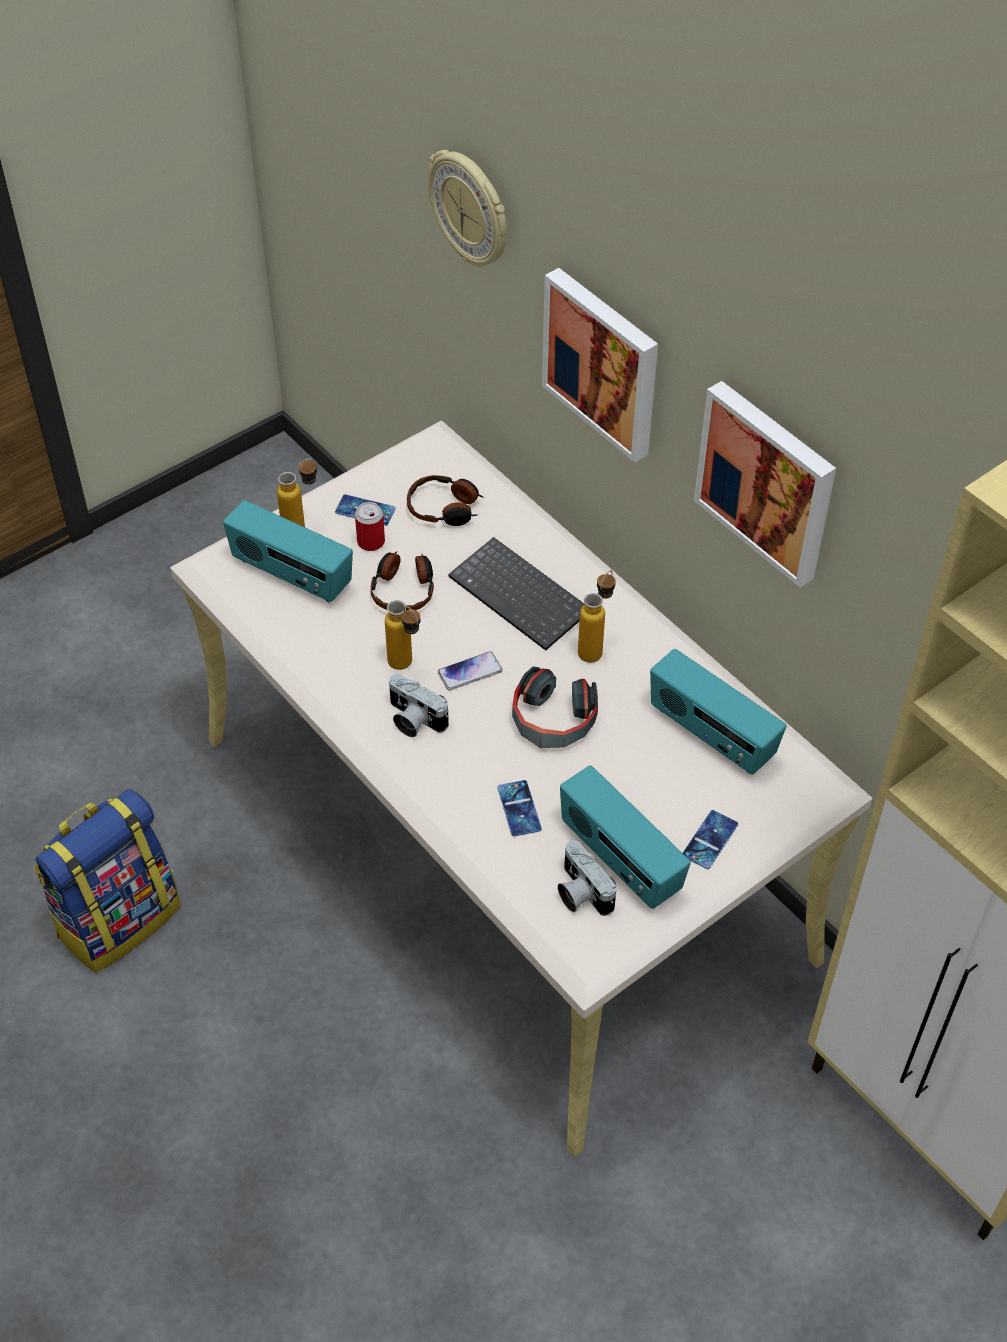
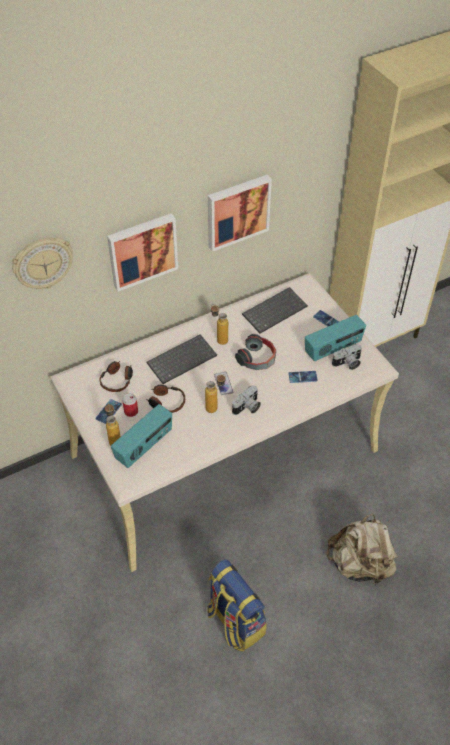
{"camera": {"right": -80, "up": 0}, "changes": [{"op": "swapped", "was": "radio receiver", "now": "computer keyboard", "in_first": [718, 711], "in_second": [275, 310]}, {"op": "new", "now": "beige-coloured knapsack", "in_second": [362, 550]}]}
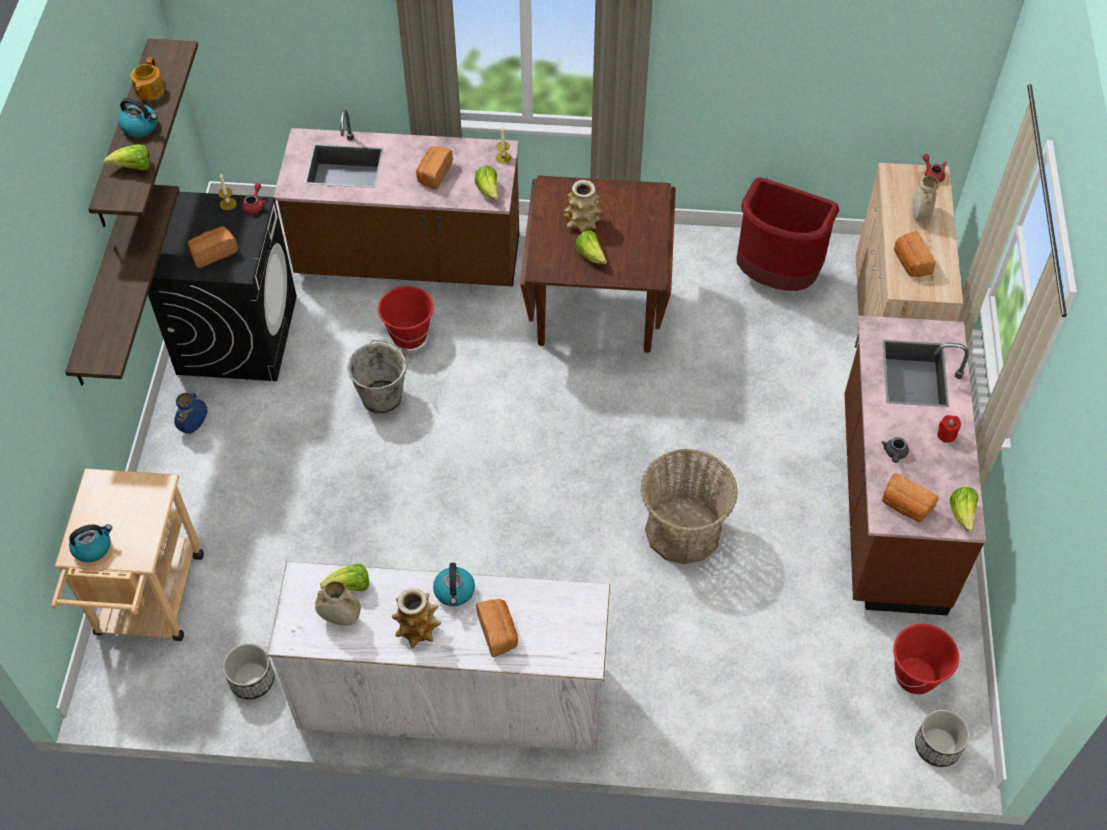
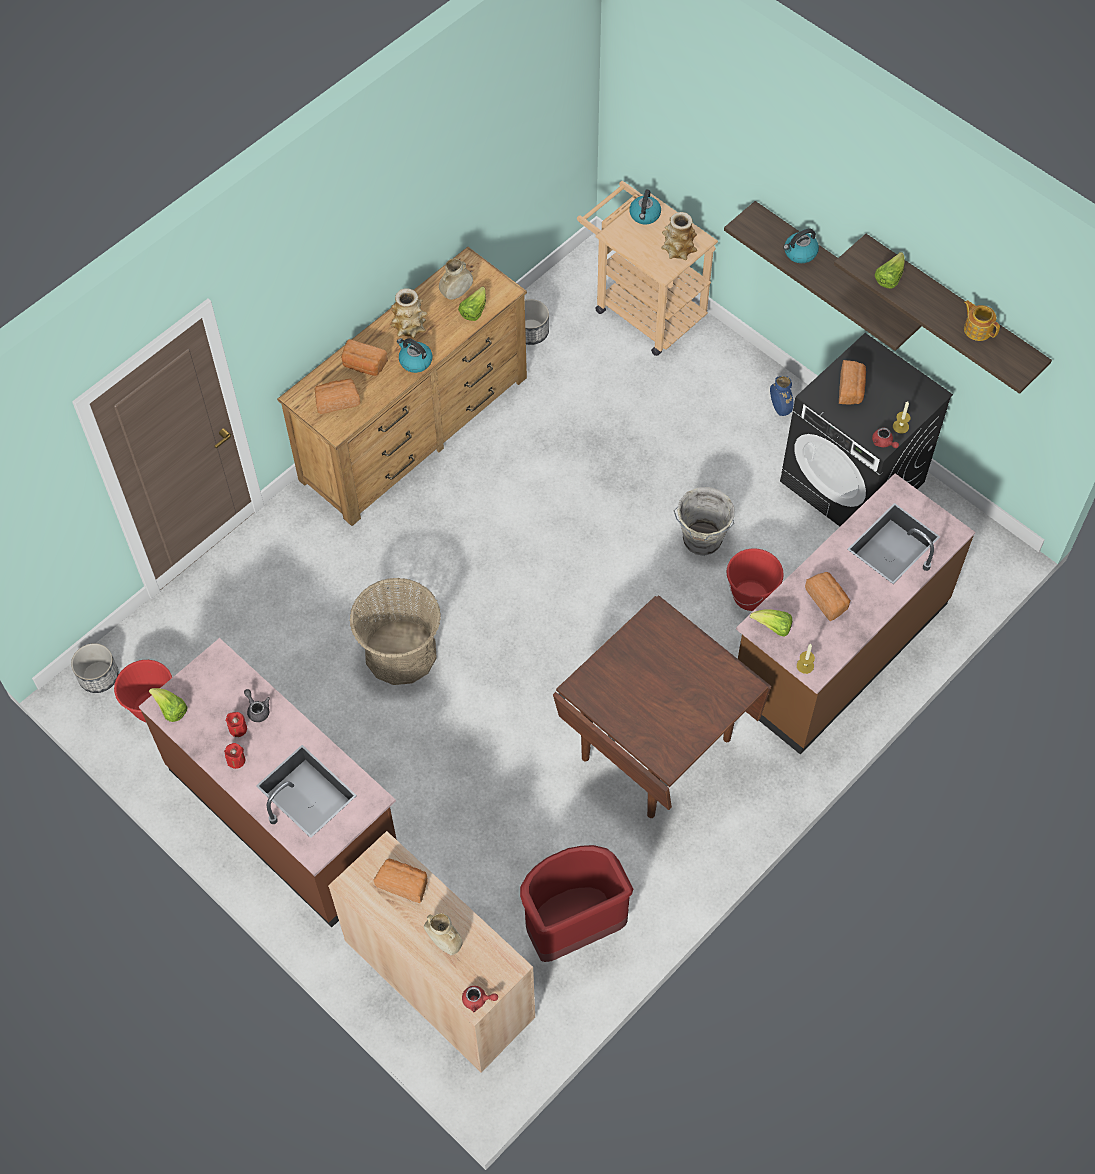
{"camera": {"right": 130, "up": 5}, "changes": [{"op": "new", "now": "red-coloured wax light", "in_second": [236, 724]}, {"op": "repainted", "was": "whitish drawer chest", "now": "brown-coloured drawer chest", "in_first": [438, 656], "in_second": [402, 386]}, {"op": "shifted", "was": "bakery bread", "in_first": [910, 497], "in_second": [337, 396]}, {"op": "shifted", "was": "flower vase", "in_first": [583, 206], "in_second": [679, 236]}, {"op": "shifted", "was": "tea kettle", "in_first": [138, 117], "in_second": [801, 246]}, {"op": "gone", "was": "head of lettuce", "in_first": [591, 247]}]}
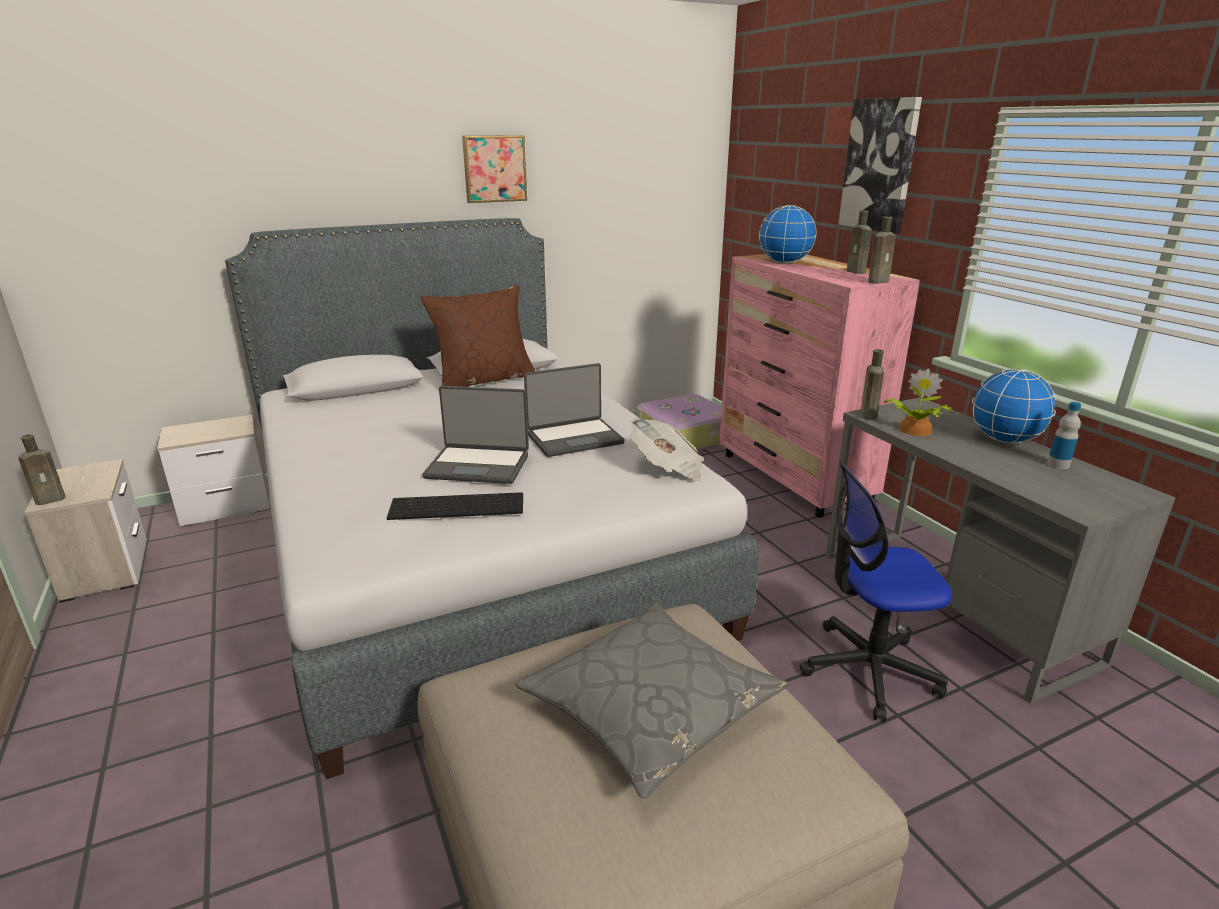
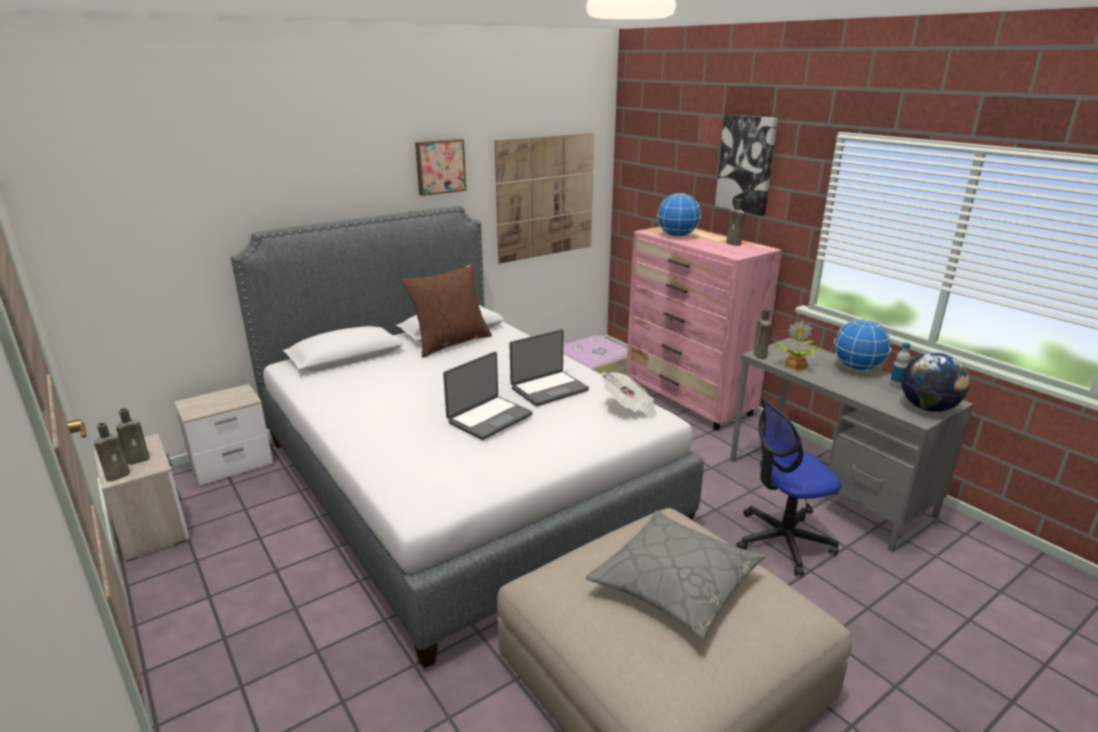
{"camera": {"right": -10, "up": 0}, "changes": [{"op": "shifted", "was": "brown-coloured drink bottle", "in_first": [881, 250], "in_second": [133, 436]}, {"op": "rotated", "was": "laptop", "in_first": [476, 435], "in_second": [488, 396], "clockwise": -45}, {"op": "new", "now": "wall art", "in_second": [544, 198]}, {"op": "new", "now": "globe", "in_second": [935, 382]}, {"op": "gone", "was": "computer keyboard", "in_first": [455, 506]}]}
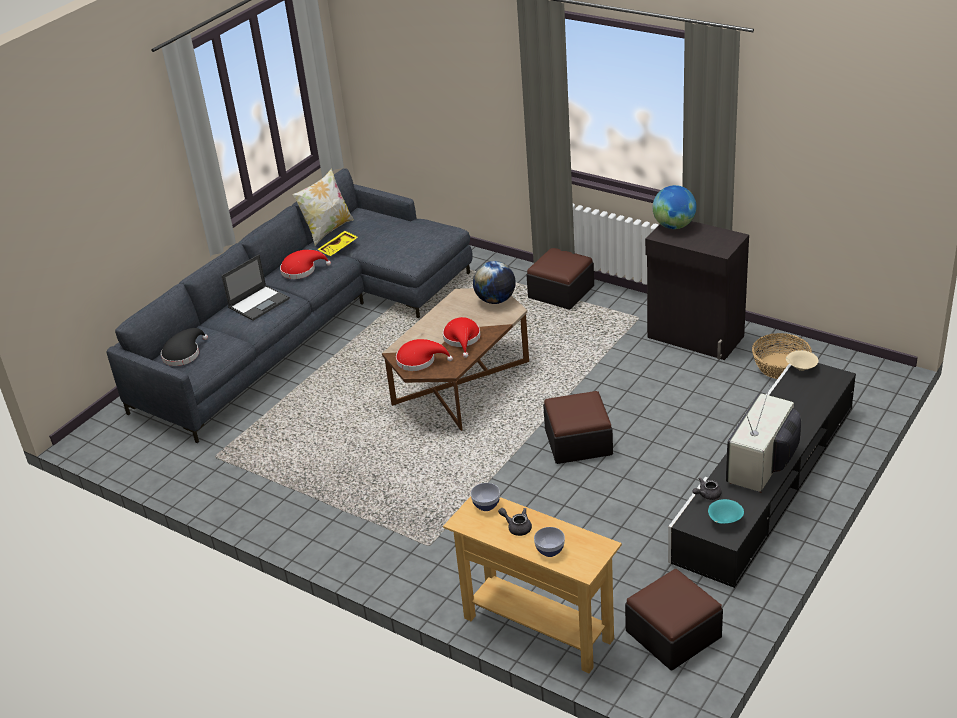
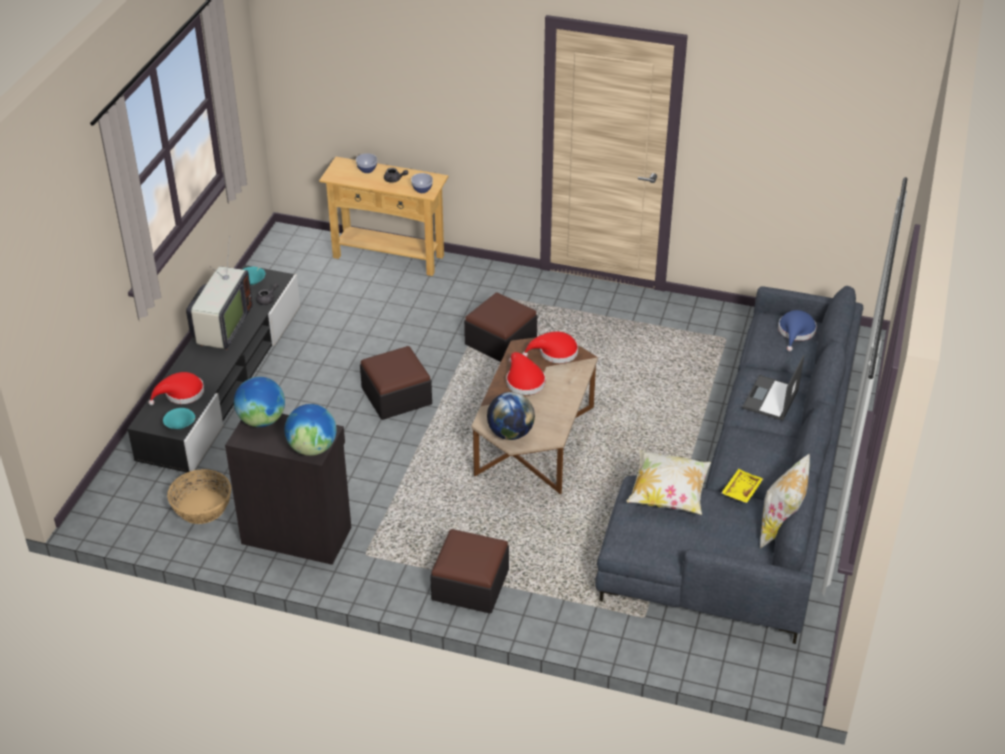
{"camera": {"right": 160, "up": 5}, "changes": [{"op": "shifted", "was": "red-coloured hat", "in_first": [305, 264], "in_second": [176, 388]}, {"op": "repainted", "was": "beige-coloured deep dish", "now": "turquoise-coloured deep dish", "in_first": [802, 360], "in_second": [179, 418]}, {"op": "new", "now": "globe", "in_second": [259, 402]}, {"op": "shifted", "was": "ottoman", "in_first": [674, 619], "in_second": [500, 327]}, {"op": "new", "now": "throw pillow", "in_second": [668, 482]}, {"op": "repainted", "was": "black-coloured hat", "now": "blue-coloured hat", "in_first": [184, 347], "in_second": [797, 330]}]}
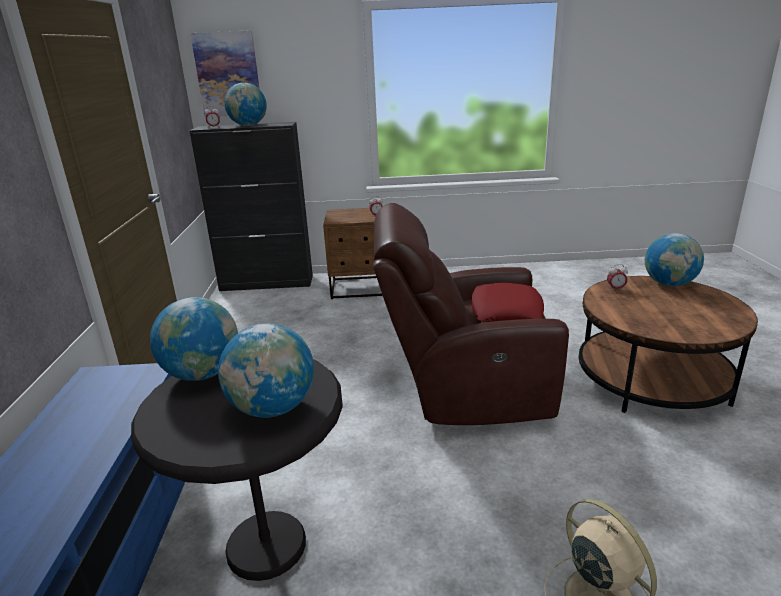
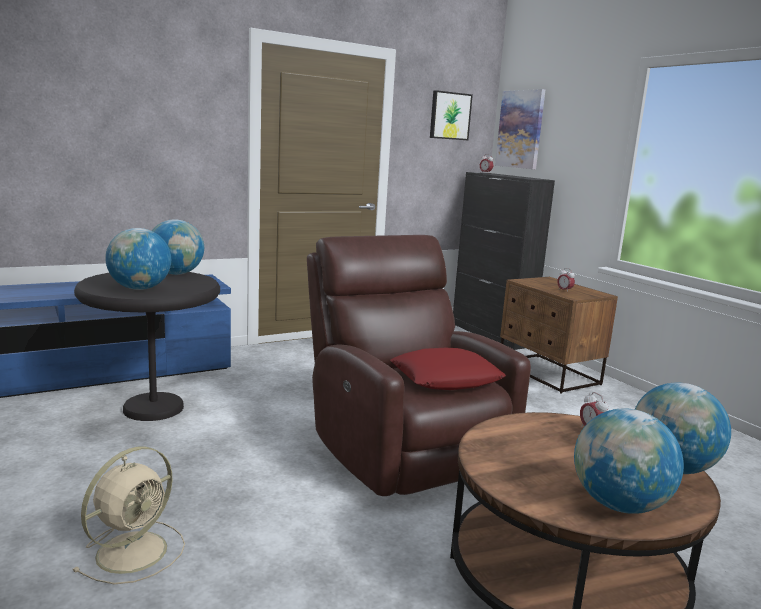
{"camera": {"right": 60, "up": -10}, "changes": [{"op": "new", "now": "wall art", "in_second": [451, 115]}, {"op": "shifted", "was": "globe", "in_first": [245, 104], "in_second": [629, 461]}]}
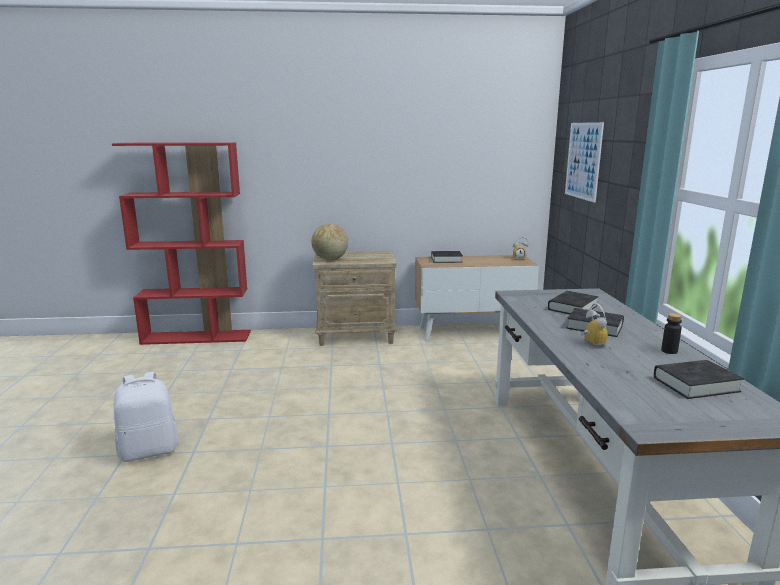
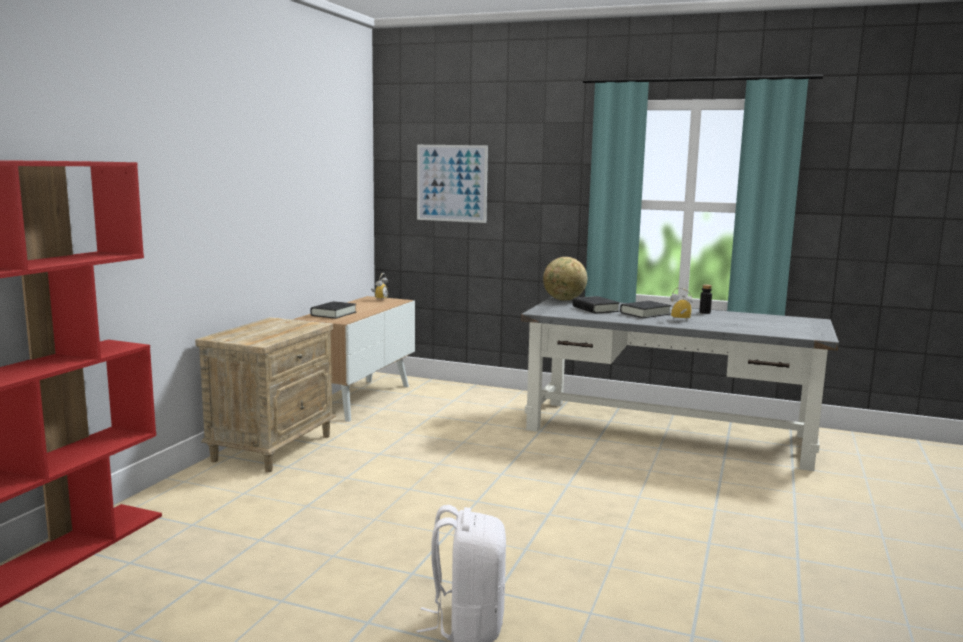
{"camera": {"right": -65, "up": -5}, "changes": [{"op": "shifted", "was": "globe", "in_first": [329, 242], "in_second": [565, 279]}, {"op": "gone", "was": "black-coloured bound book", "in_first": [699, 379]}]}
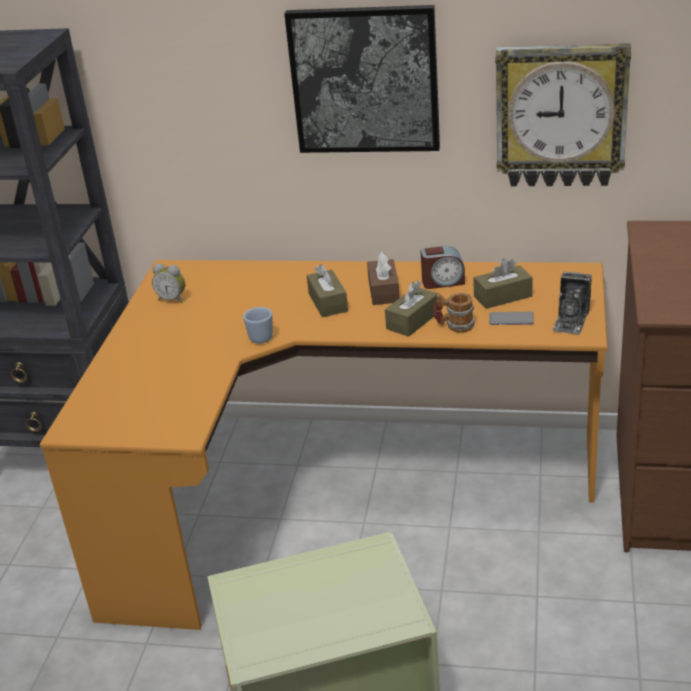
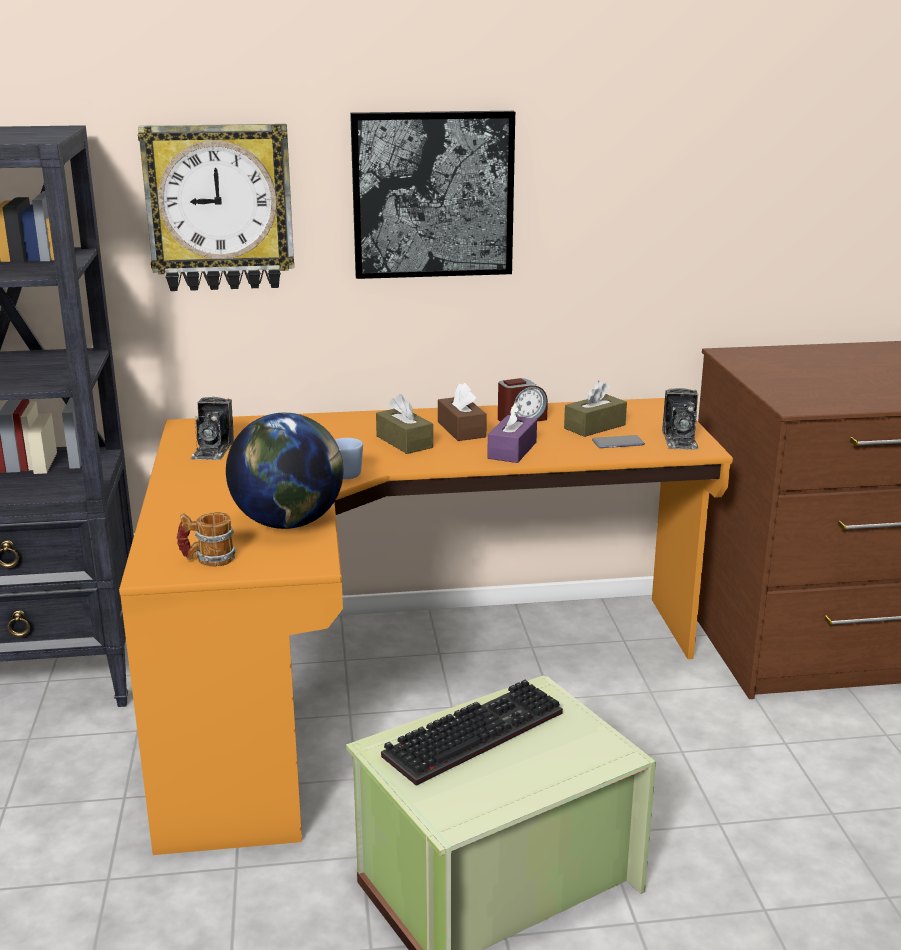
{"camera": {"right": -20, "up": -10}, "changes": [{"op": "shifted", "was": "wall clock", "in_first": [563, 114], "in_second": [216, 207]}, {"op": "shifted", "was": "tea mug", "in_first": [454, 313], "in_second": [206, 539]}, {"op": "swapped", "was": "alarm clock", "now": "photo camera", "in_first": [168, 283], "in_second": [212, 428]}, {"op": "new", "now": "globe", "in_second": [285, 471]}, {"op": "new", "now": "computer keyboard", "in_second": [472, 733]}, {"op": "repainted", "was": "brown-coloured box of tissues", "now": "purplish box of tissues", "in_first": [411, 309], "in_second": [512, 432]}]}
